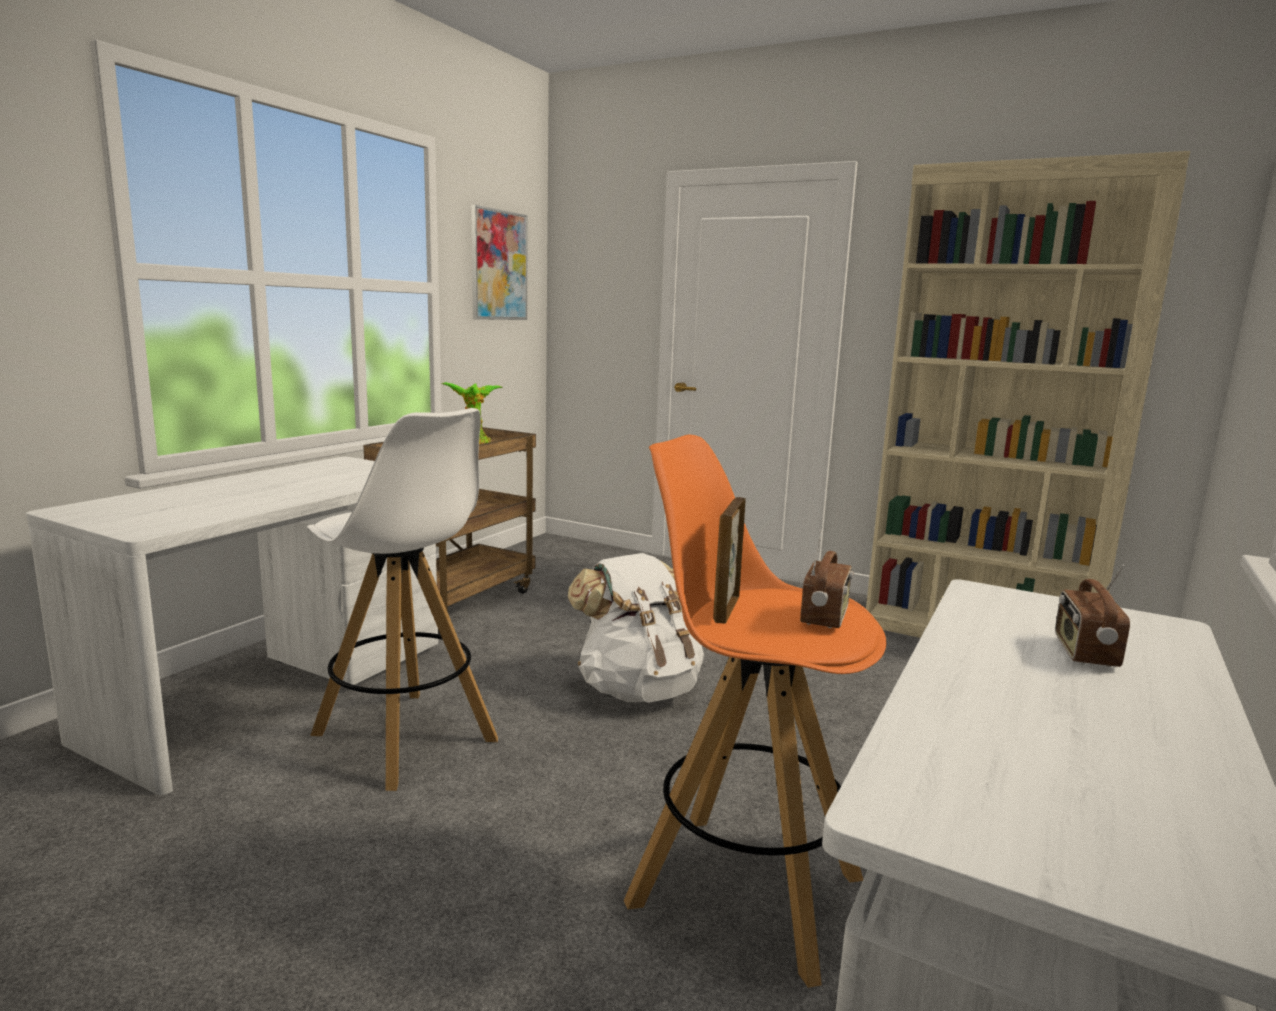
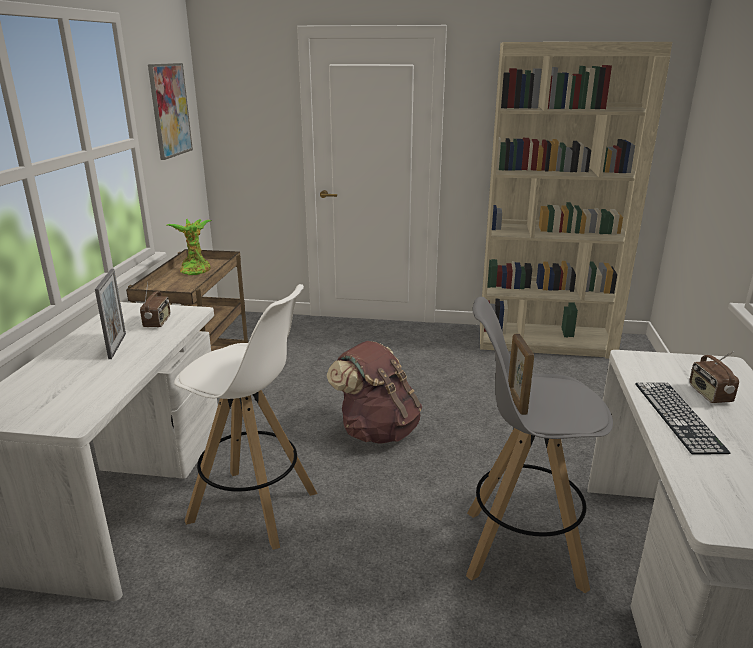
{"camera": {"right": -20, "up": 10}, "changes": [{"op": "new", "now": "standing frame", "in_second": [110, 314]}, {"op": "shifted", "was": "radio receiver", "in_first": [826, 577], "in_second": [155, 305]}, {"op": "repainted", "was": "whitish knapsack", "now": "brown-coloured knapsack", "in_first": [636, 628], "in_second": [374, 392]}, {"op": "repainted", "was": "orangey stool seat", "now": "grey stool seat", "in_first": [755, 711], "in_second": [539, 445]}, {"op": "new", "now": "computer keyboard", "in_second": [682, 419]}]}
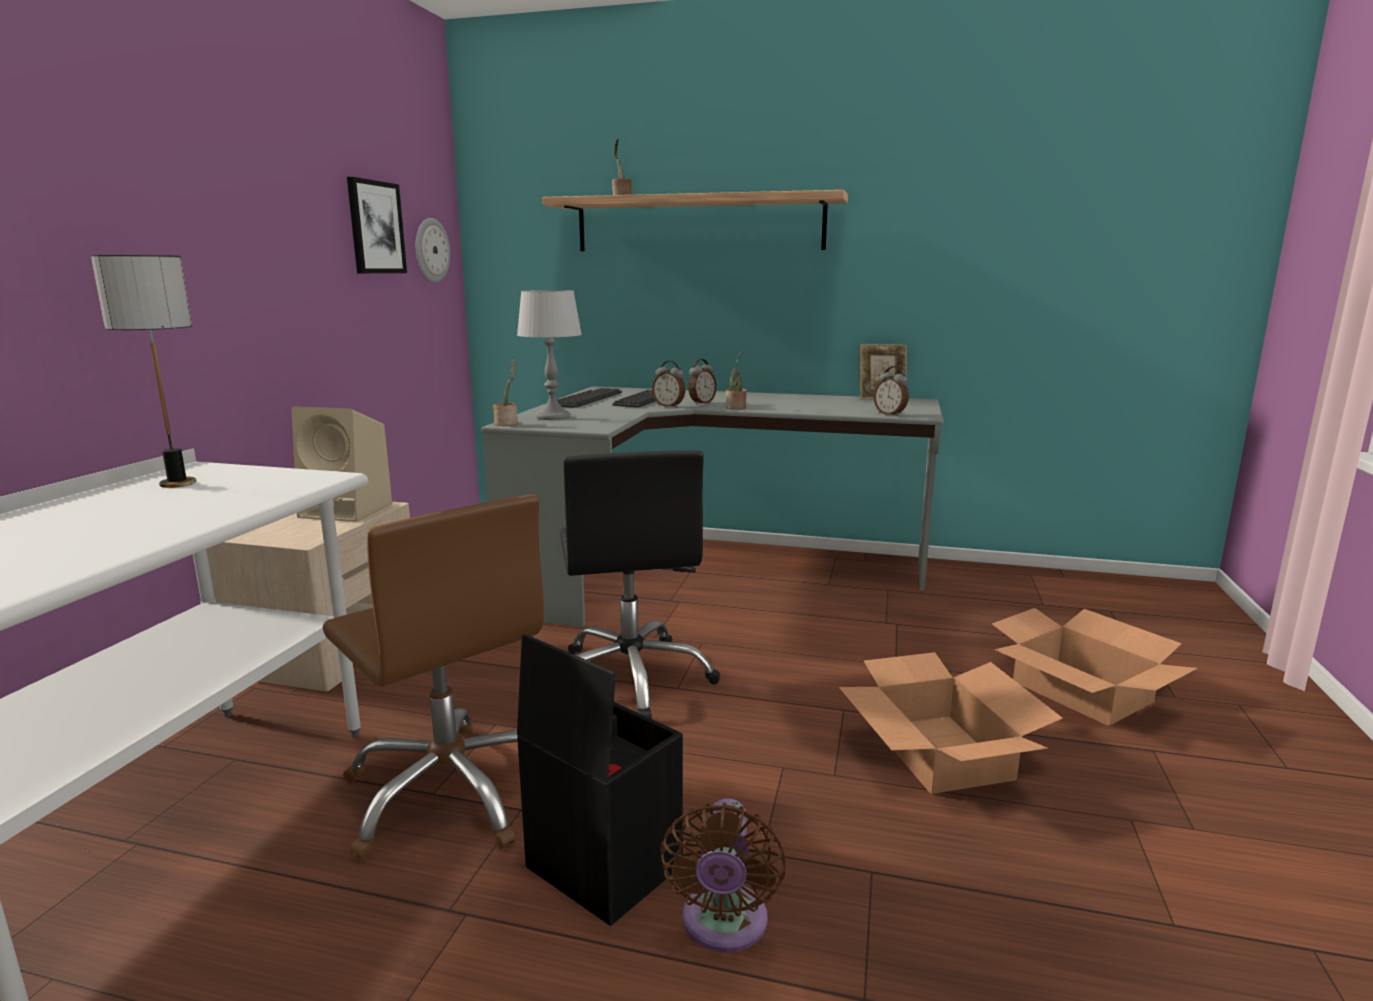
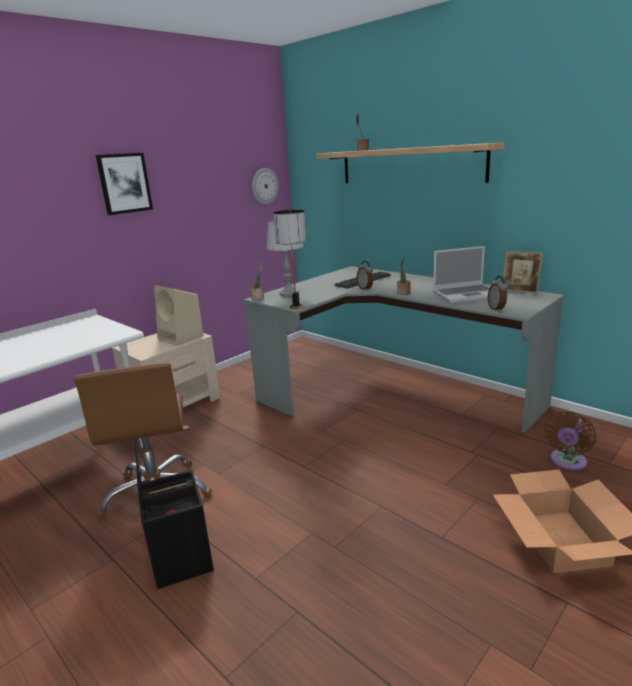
{"camera": {"right": 30, "up": 5}, "changes": [{"op": "shifted", "was": "wall art", "in_first": [377, 225], "in_second": [124, 184]}, {"op": "shifted", "was": "table lamp", "in_first": [143, 371], "in_second": [290, 259]}, {"op": "new", "now": "laptop", "in_second": [461, 274]}, {"op": "shifted", "was": "brown-coloured cooling fan", "in_first": [723, 875], "in_second": [570, 440]}, {"op": "gone", "was": "computer keyboard", "in_first": [589, 398]}, {"op": "gone", "was": "black-coloured office chair", "in_first": [640, 584]}, {"op": "gone", "was": "alarm clock", "in_first": [702, 382]}, {"op": "gone", "was": "cardboard box", "in_first": [951, 723]}]}
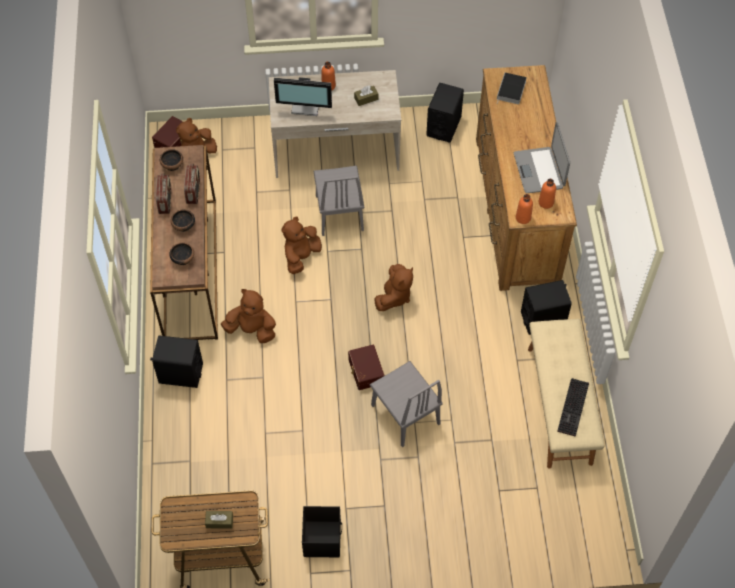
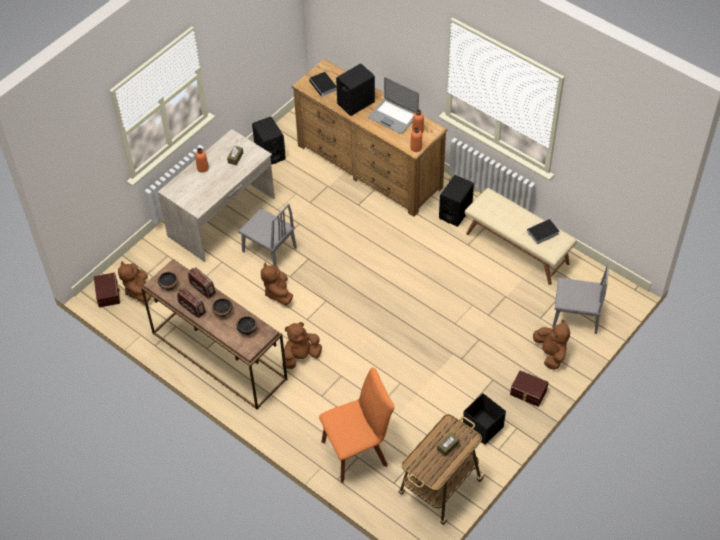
{"camera": {"right": -45, "up": -5}, "changes": [{"op": "new", "now": "orangey upright chair", "in_second": [356, 425]}, {"op": "shifted", "was": "black-coloured speaker", "in_first": [176, 361], "in_second": [355, 89]}, {"op": "shifted", "was": "brown-coloured storage bin", "in_first": [366, 367], "in_second": [529, 388]}, {"op": "swapped", "was": "computer keyboard", "now": "bound book", "in_first": [573, 407], "in_second": [542, 232]}, {"op": "shifted", "was": "brown-coloured soft toy", "in_first": [393, 287], "in_second": [551, 344]}, {"op": "shifted", "was": "grey upright chair", "in_first": [406, 404], "in_second": [580, 298]}, {"op": "gone", "was": "computer screen", "in_first": [303, 96]}]}
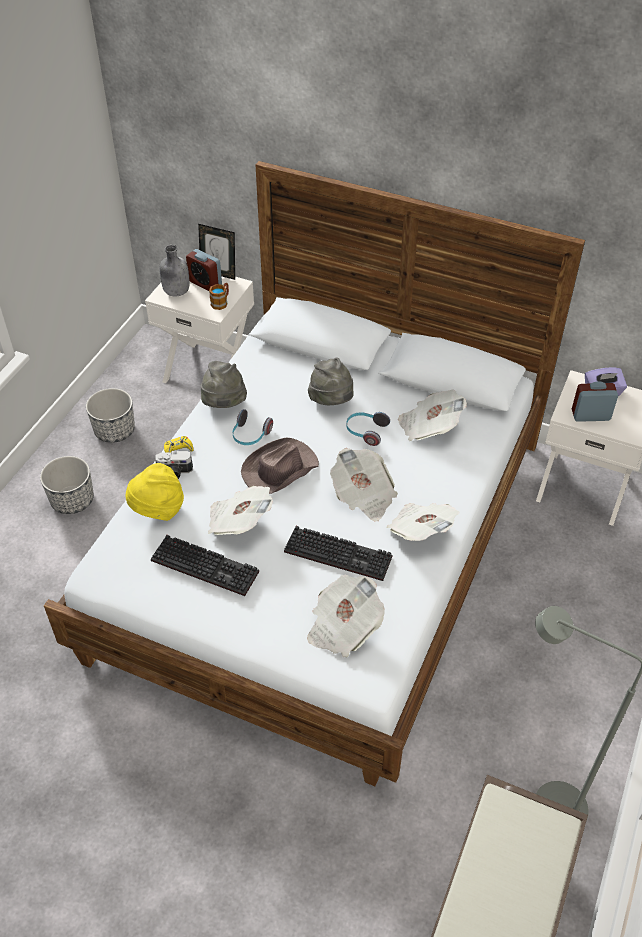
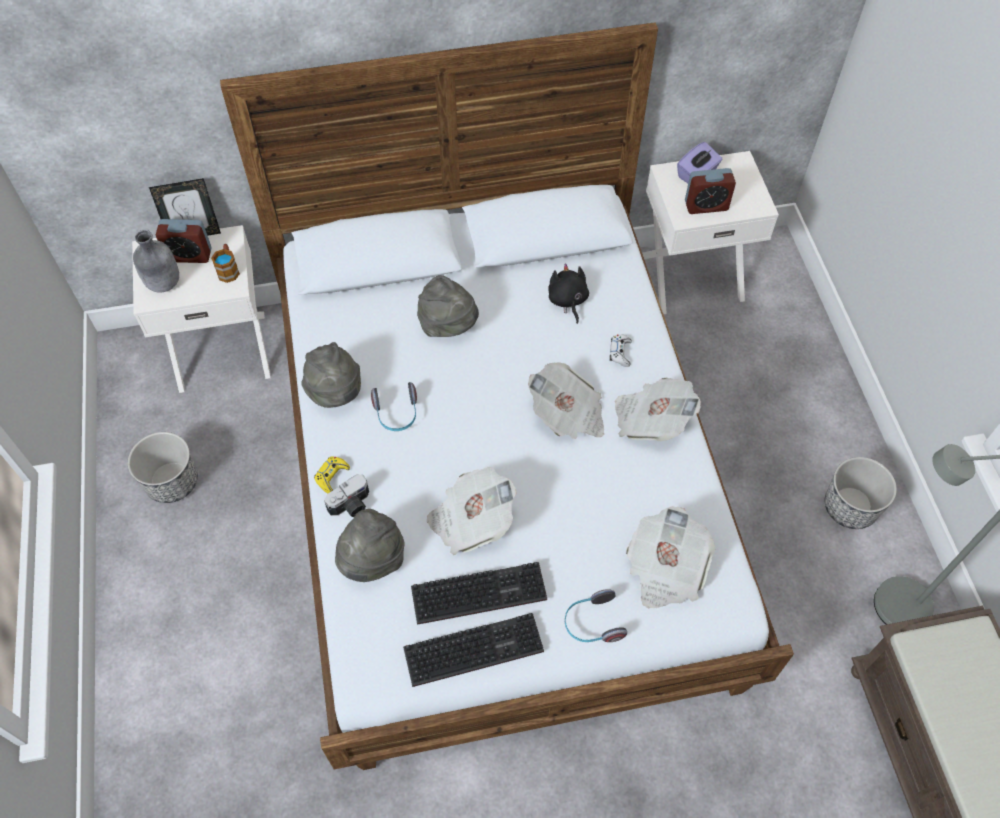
{"camera": {"right": -35, "up": 10}, "changes": [{"op": "repainted", "was": "yellow hat", "now": "grey hat", "in_first": [155, 492], "in_second": [369, 545]}, {"op": "shifted", "was": "computer keyboard", "in_first": [338, 553], "in_second": [473, 650]}, {"op": "swapped", "was": "printed paper", "now": "black-coloured soft toy", "in_first": [432, 415], "in_second": [569, 293]}, {"op": "shifted", "was": "headphones", "in_first": [368, 429], "in_second": [596, 615]}, {"op": "new", "now": "whitish gamepad", "in_second": [621, 351]}, {"op": "rotated", "was": "alarm clock", "in_first": [595, 401], "in_second": [710, 191], "clockwise": -150}, {"op": "shifted", "was": "flower pot", "in_first": [67, 485], "in_second": [861, 493]}, {"op": "gone", "was": "brown-coloured hat", "in_first": [280, 466]}]}
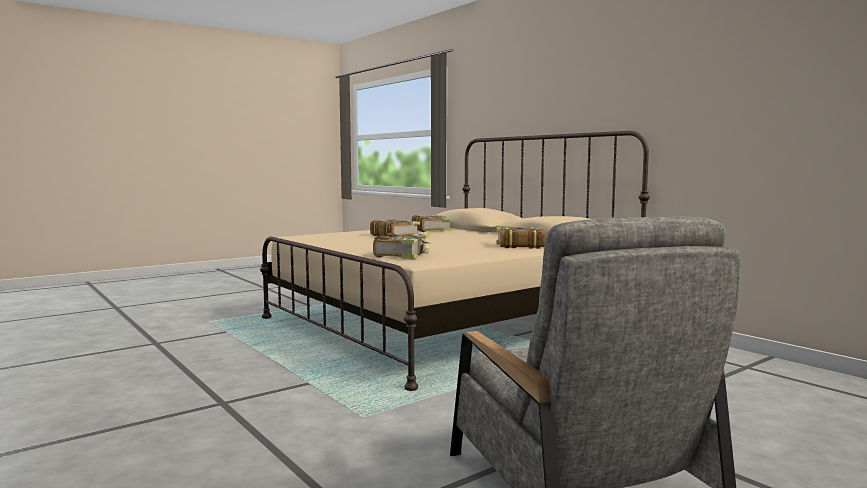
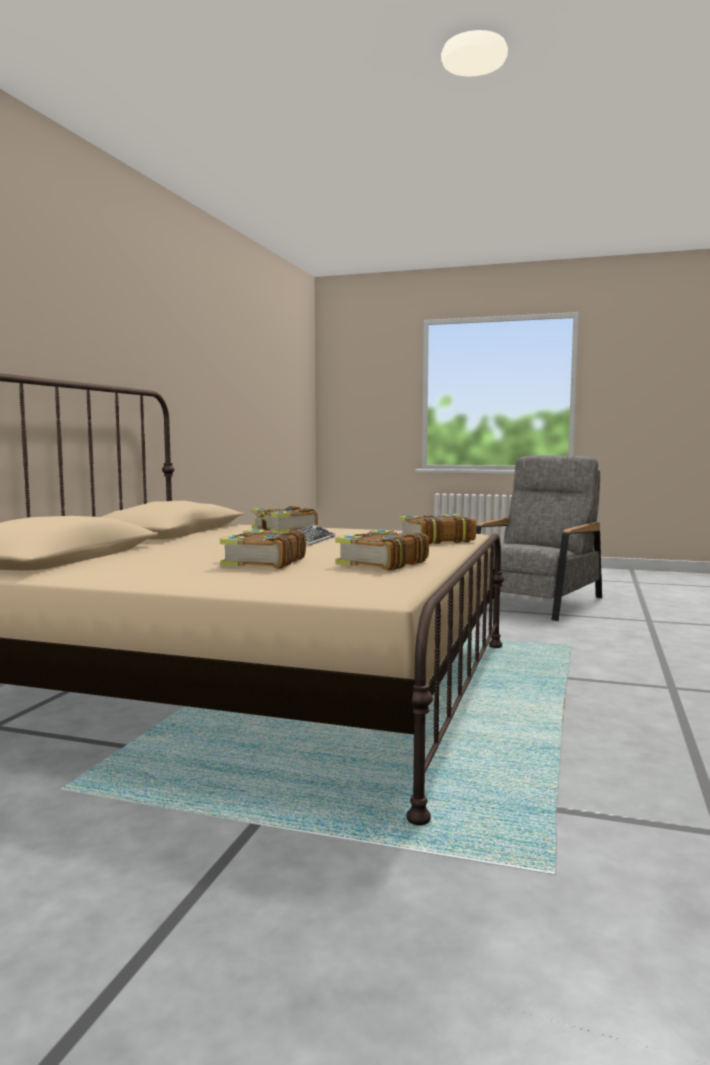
{"camera": {"right": -125, "up": 0}, "changes": [{"op": "new", "now": "computer keyboard", "in_second": [311, 535]}, {"op": "shifted", "was": "bound book", "in_first": [432, 223], "in_second": [382, 550]}]}
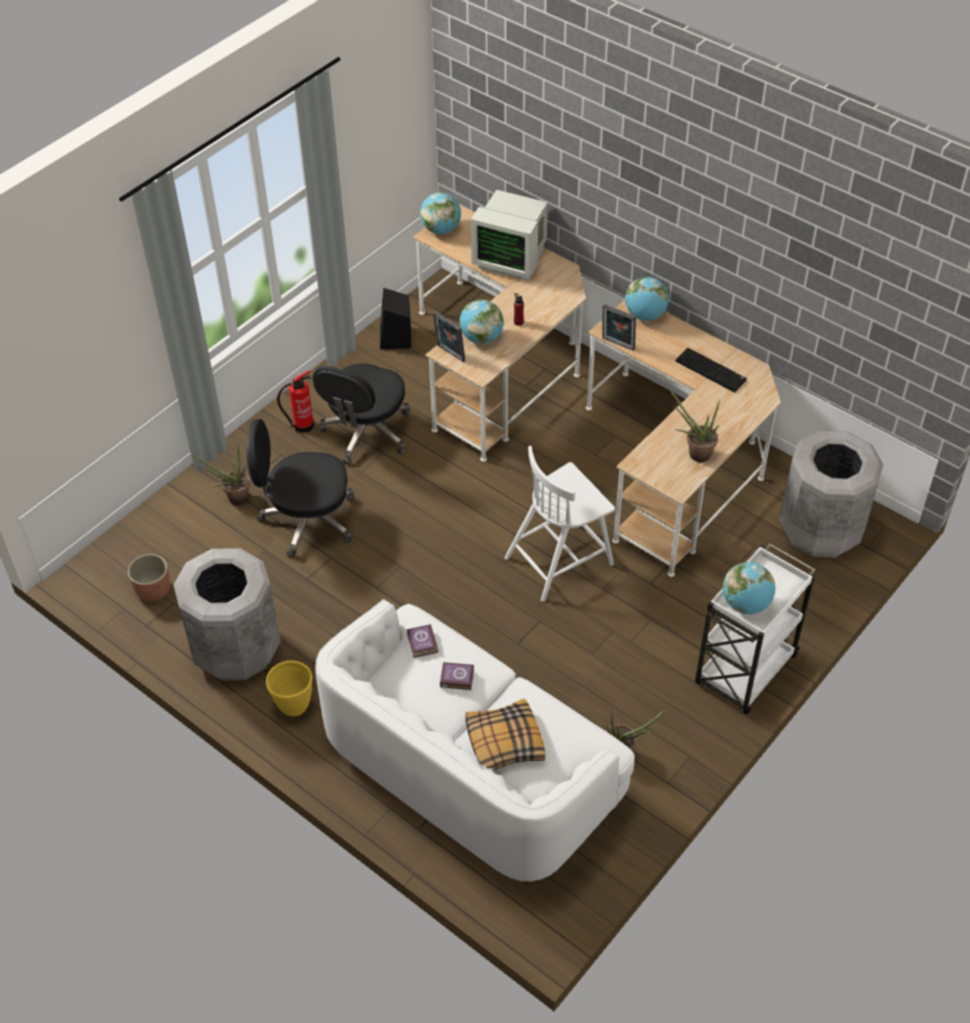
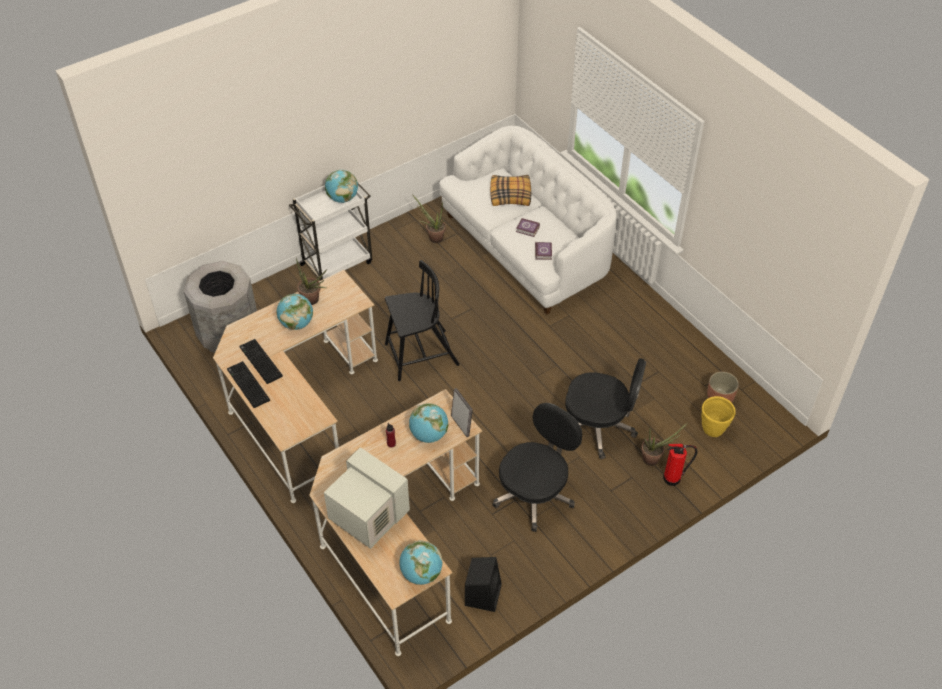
{"camera": {"right": -165, "up": 0}, "changes": [{"op": "new", "now": "computer keyboard", "in_second": [248, 384]}, {"op": "shifted", "was": "globe", "in_first": [647, 299], "in_second": [295, 312]}, {"op": "repainted", "was": "whitish upright chair", "now": "black-coloured upright chair", "in_first": [559, 524], "in_second": [422, 320]}, {"op": "shifted", "was": "fire-fighting cylinder", "in_first": [295, 401], "in_second": [680, 465]}, {"op": "shifted", "was": "yellow flower pot", "in_first": [289, 688], "in_second": [718, 416]}, {"op": "gone", "was": "grey rubbish bin", "in_first": [227, 614]}, {"op": "gone", "was": "standing frame", "in_first": [619, 327]}]}
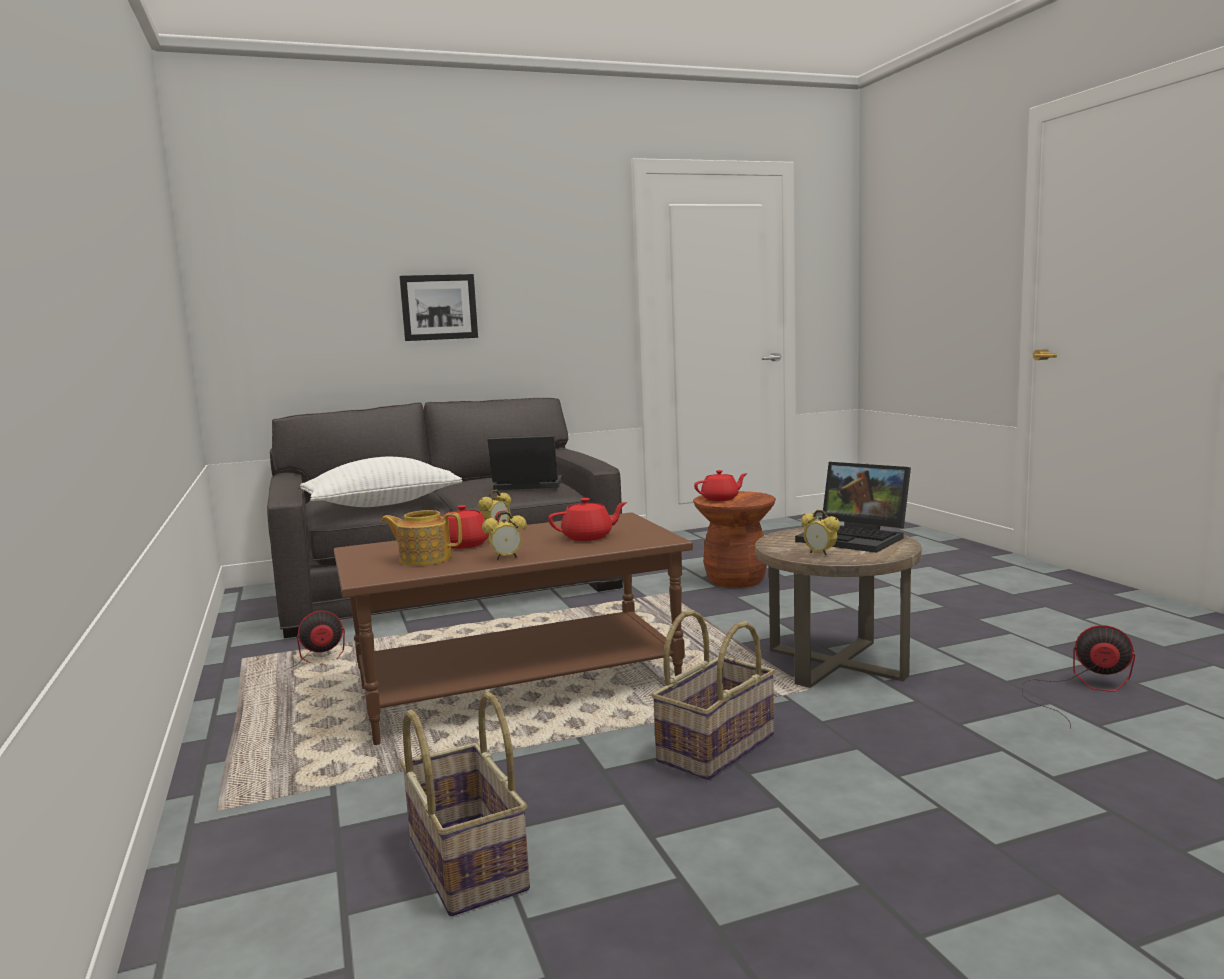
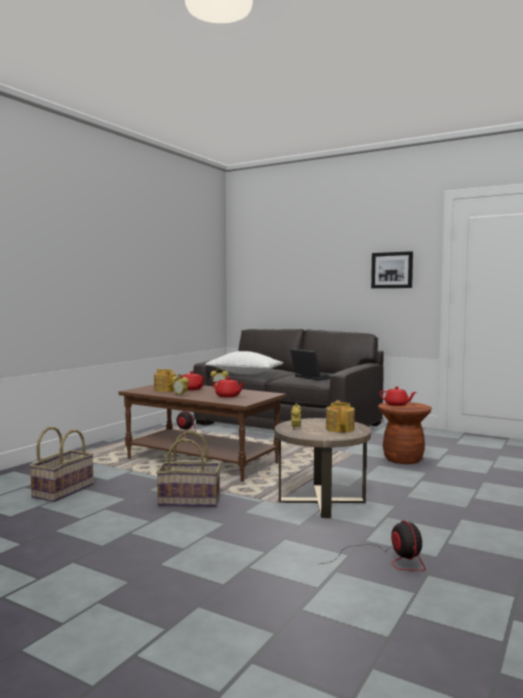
{"camera": {"right": 50, "up": -5}, "changes": [{"op": "swapped", "was": "laptop", "now": "teapot", "in_first": [853, 507], "in_second": [340, 417]}, {"op": "shifted", "was": "wall art", "in_first": [438, 307], "in_second": [392, 269]}]}
